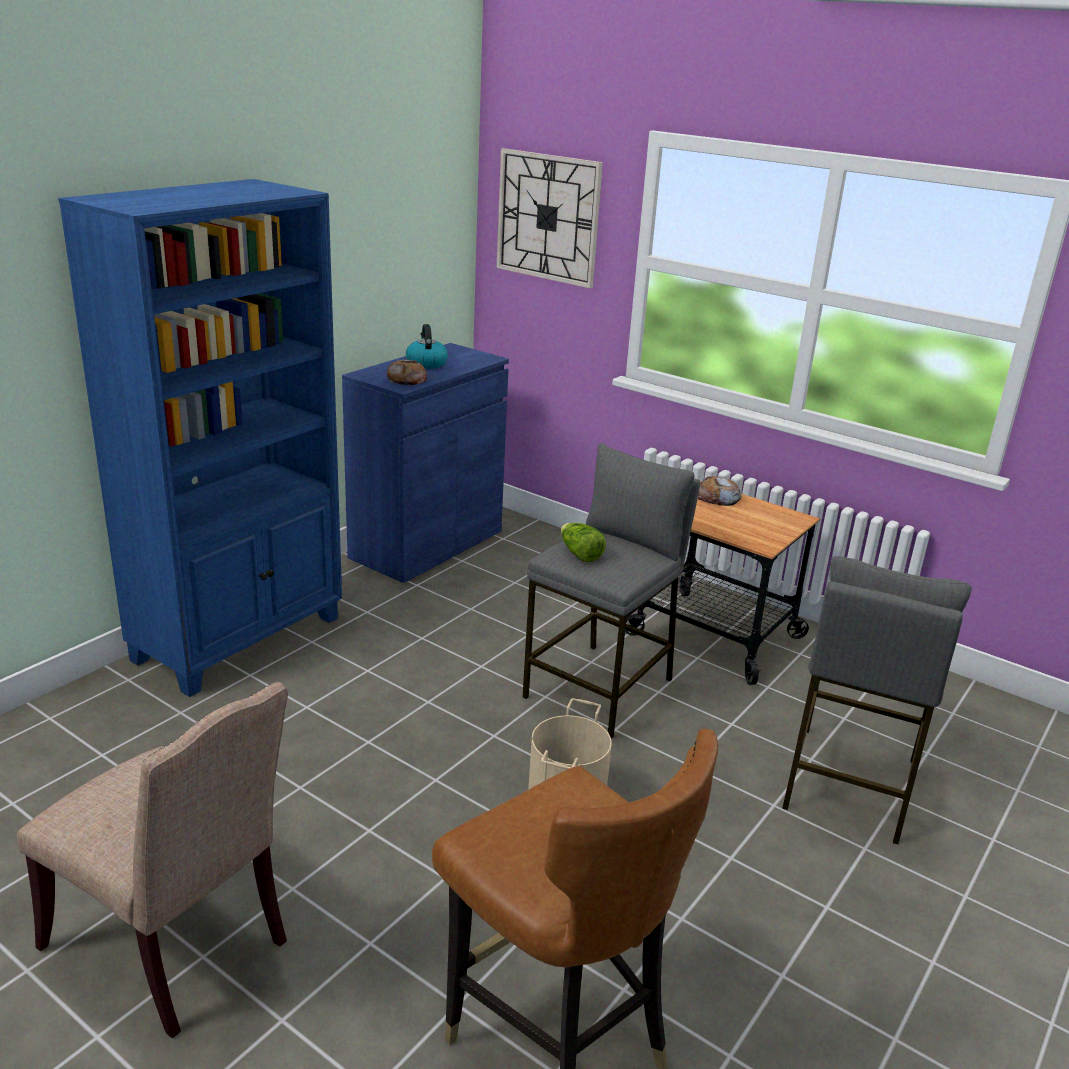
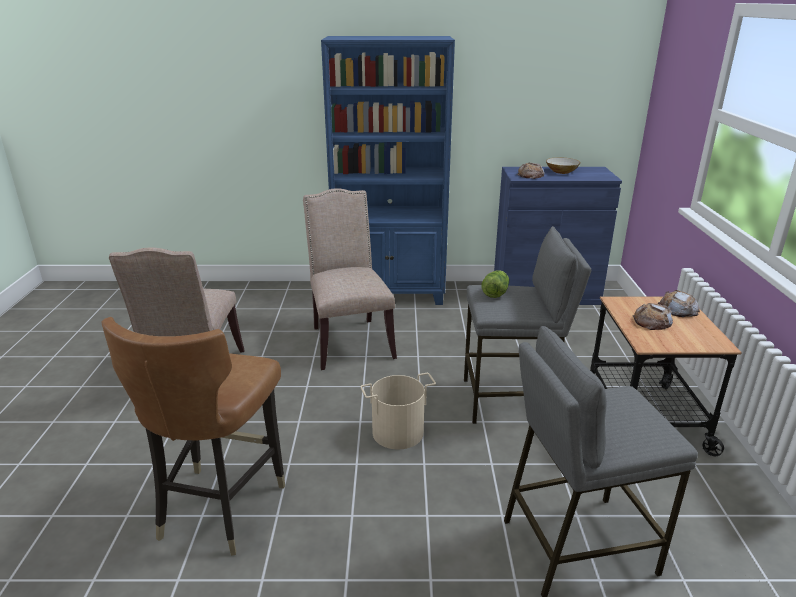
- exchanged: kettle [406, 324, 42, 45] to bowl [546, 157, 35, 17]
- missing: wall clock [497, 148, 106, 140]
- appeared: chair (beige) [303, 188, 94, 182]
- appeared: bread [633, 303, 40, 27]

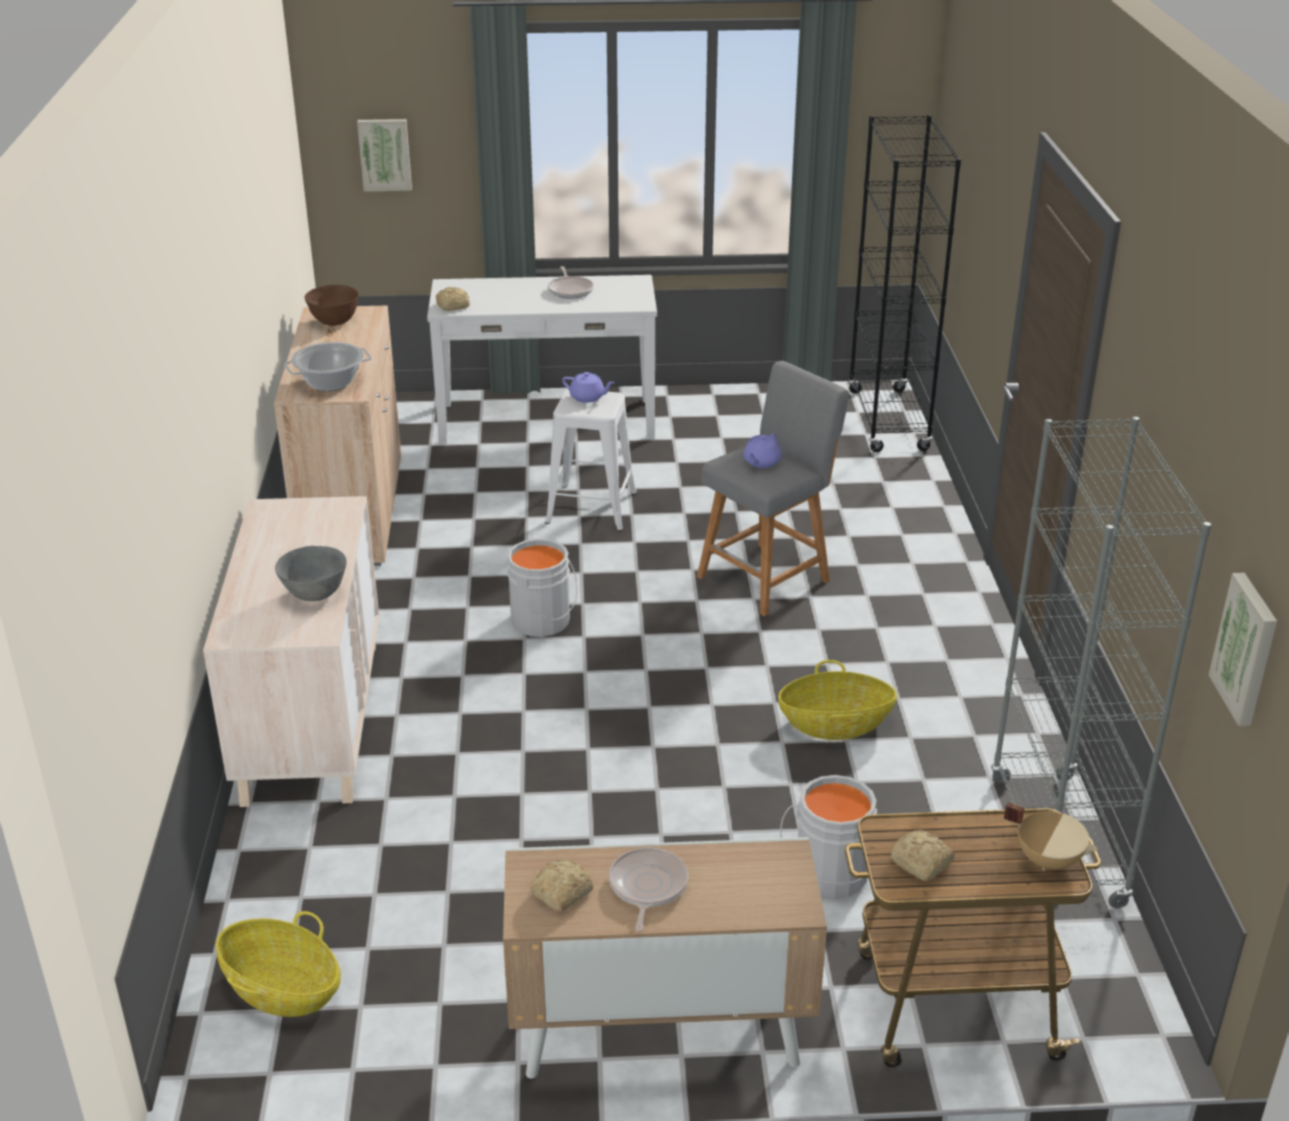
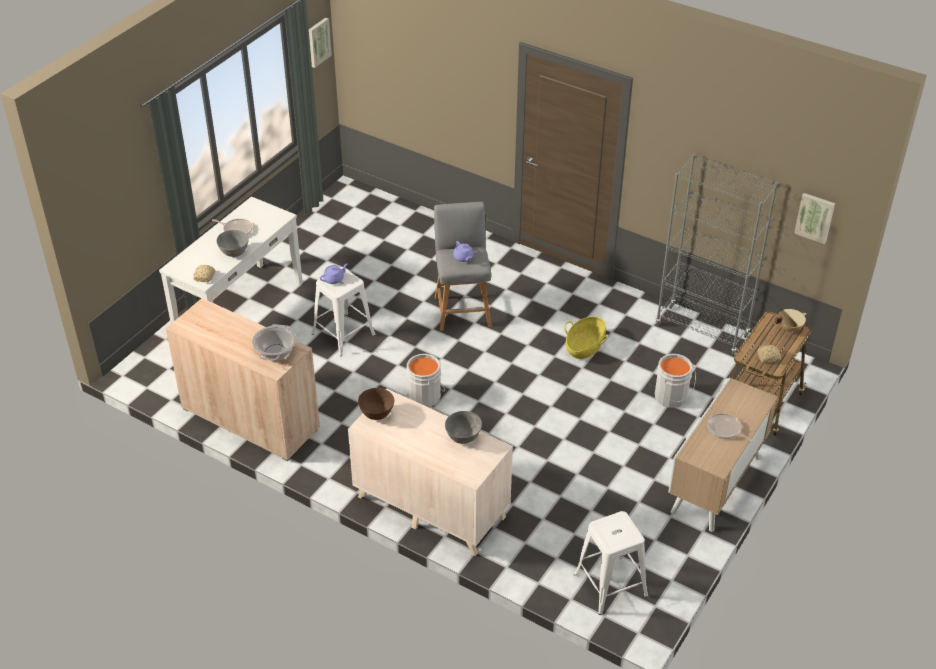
- exchanged: basket [216, 911, 125, 106] to stool (white) [574, 511, 74, 104]
- relocated: bowl (brown) [305, 285, 54, 41] to [358, 388, 36, 32]
- relocated: picture [357, 119, 55, 73] to [309, 18, 23, 50]
- missing: bread [530, 859, 63, 53]
- missing: bookcase (black) [848, 115, 113, 337]
- appeared: bowl (grey) [216, 230, 33, 27]

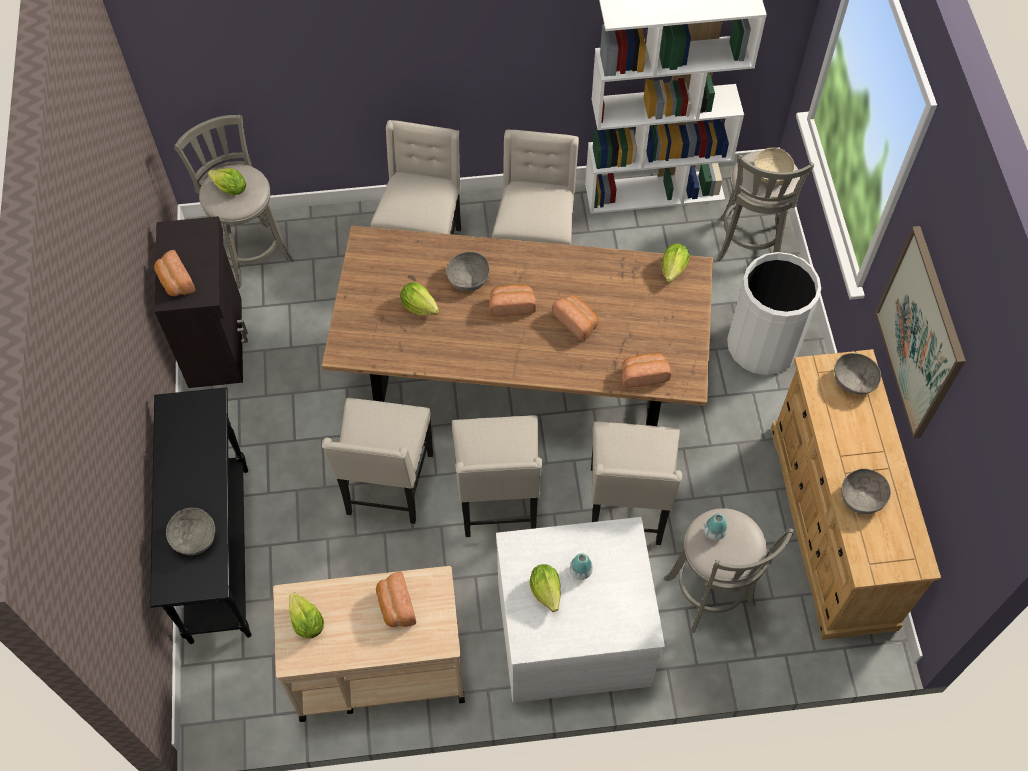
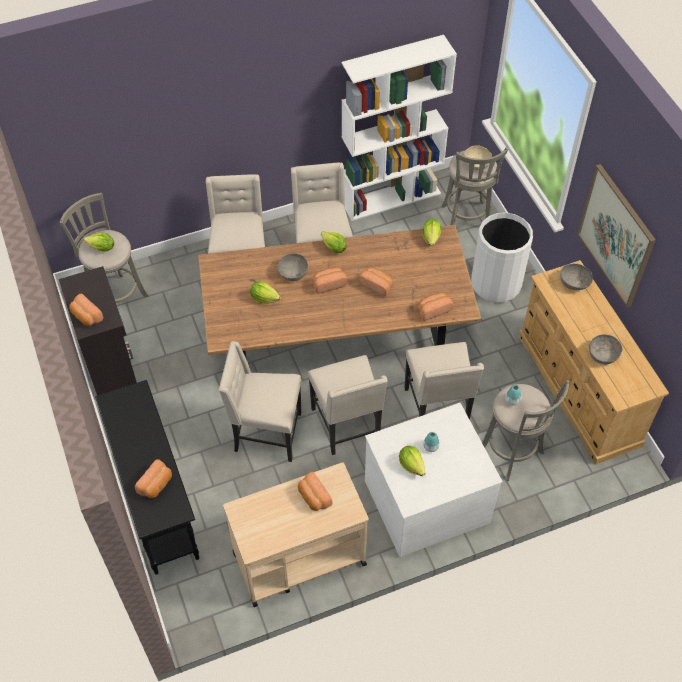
- exchanged: bowl (grey) [166, 508, 49, 47] to bread [135, 459, 37, 39]
- relocated: lettuce [289, 592, 35, 46] to [321, 232, 26, 21]
- spun: chair (beige) [322, 398, 111, 126] = [219, 341, 82, 121] 105 degrees clockwise

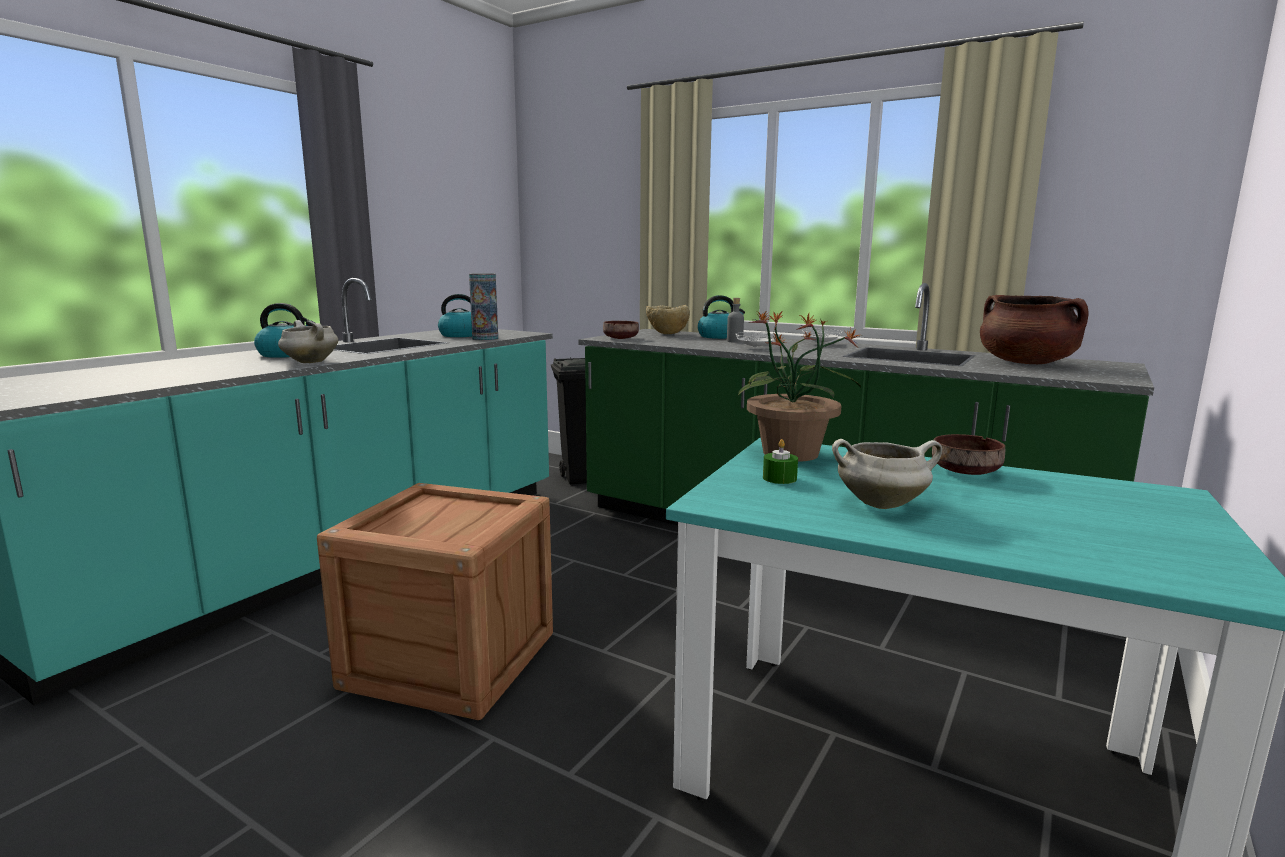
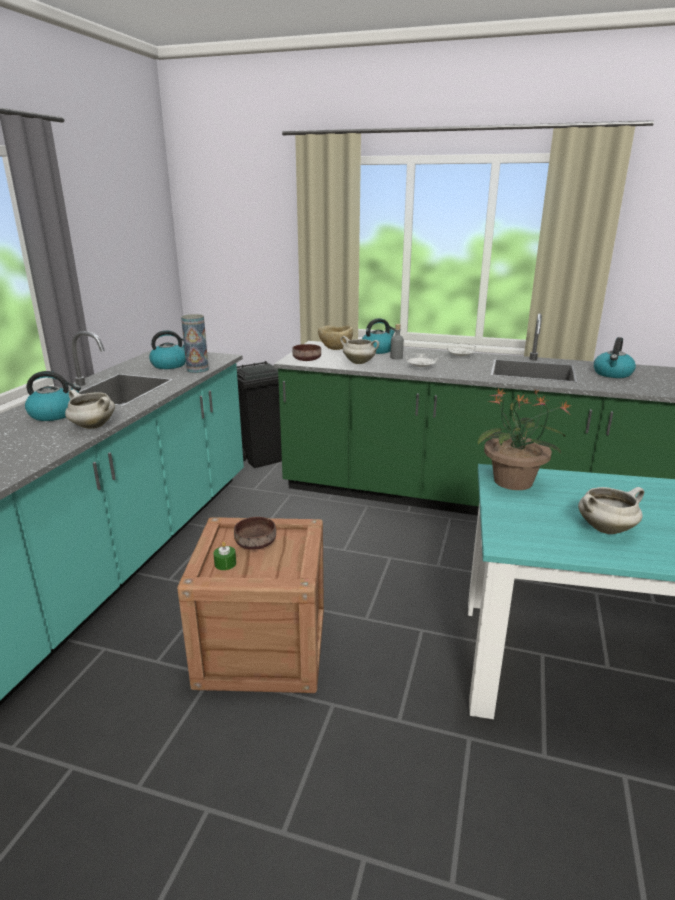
- relocated: candle (green) [763, 439, 35, 45] to [213, 542, 23, 28]
- relocated: bowl (brown) [932, 434, 73, 41] to [234, 517, 42, 33]
- exchanged: cooking pot (brown) [980, 295, 108, 69] to kettle [594, 337, 42, 41]
- appeared: cooking pot (white) [340, 336, 39, 28]

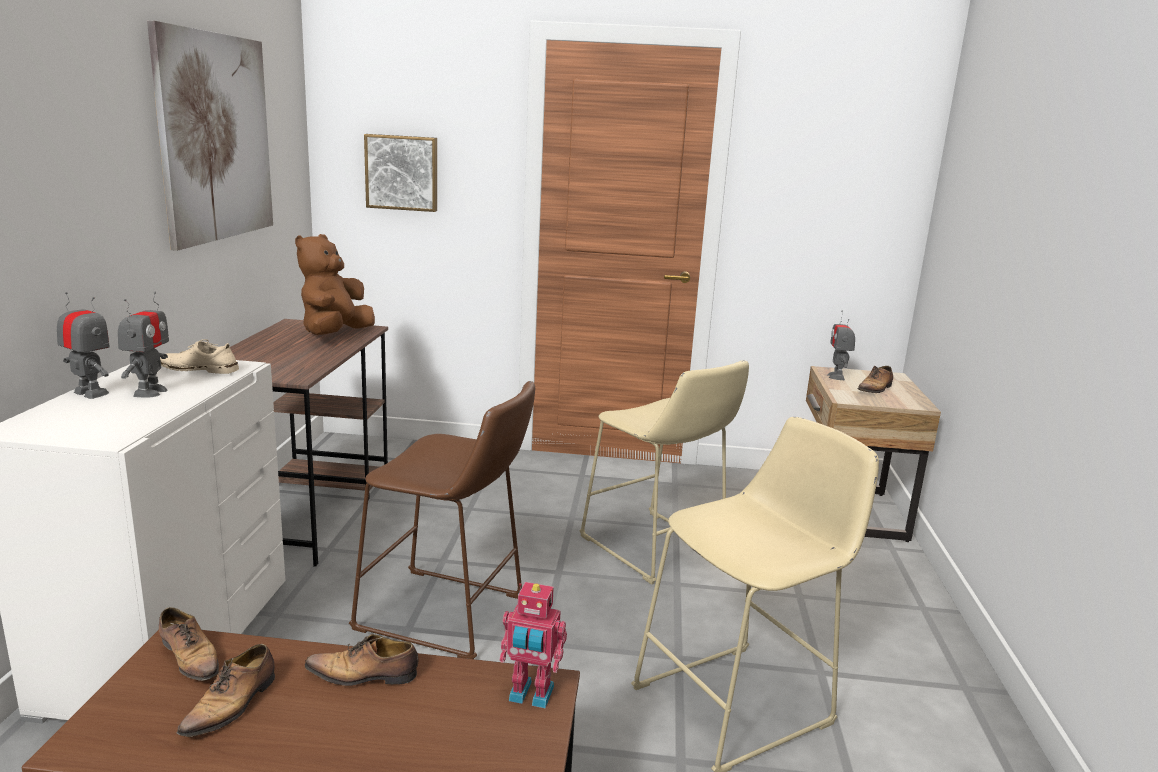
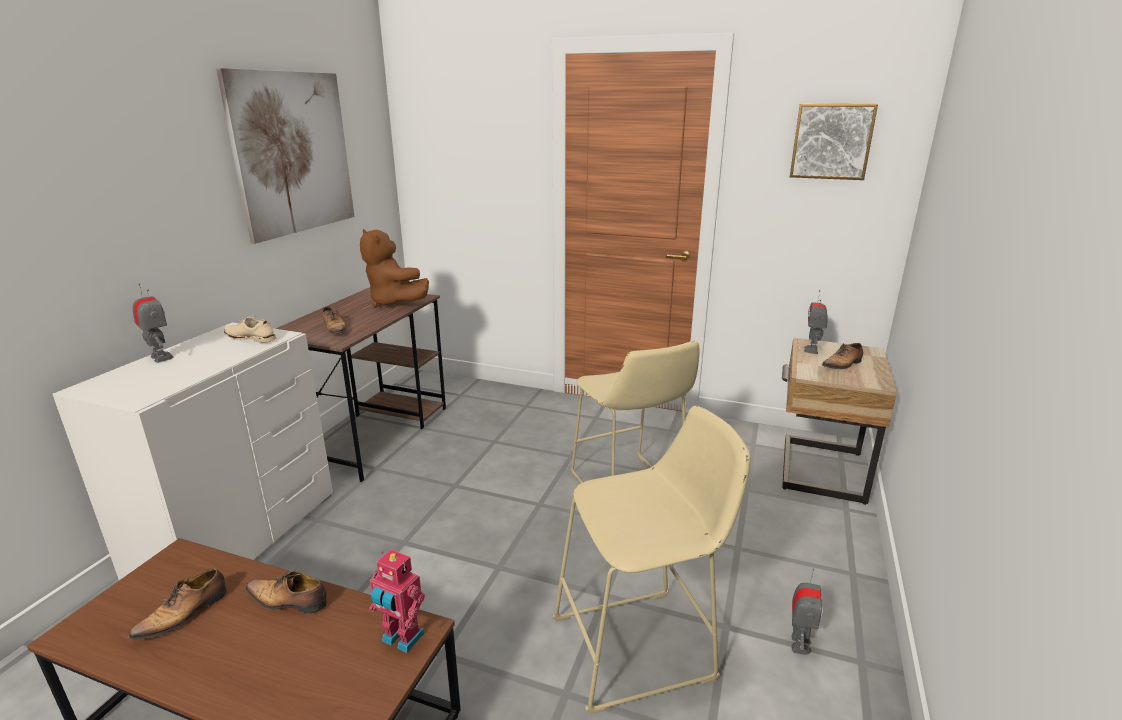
- relocated: toy robot [118, 292, 51, 106] to [792, 568, 31, 87]
- relocated: shoe [159, 607, 60, 74] to [322, 307, 24, 27]
- spun: plush toy (brown) [295, 234, 80, 101] = [360, 229, 69, 79] 75 degrees counterclockwise
- missing: stool (brown) [349, 381, 186, 278]
- relocated: picture [364, 134, 73, 78] to [790, 104, 88, 76]

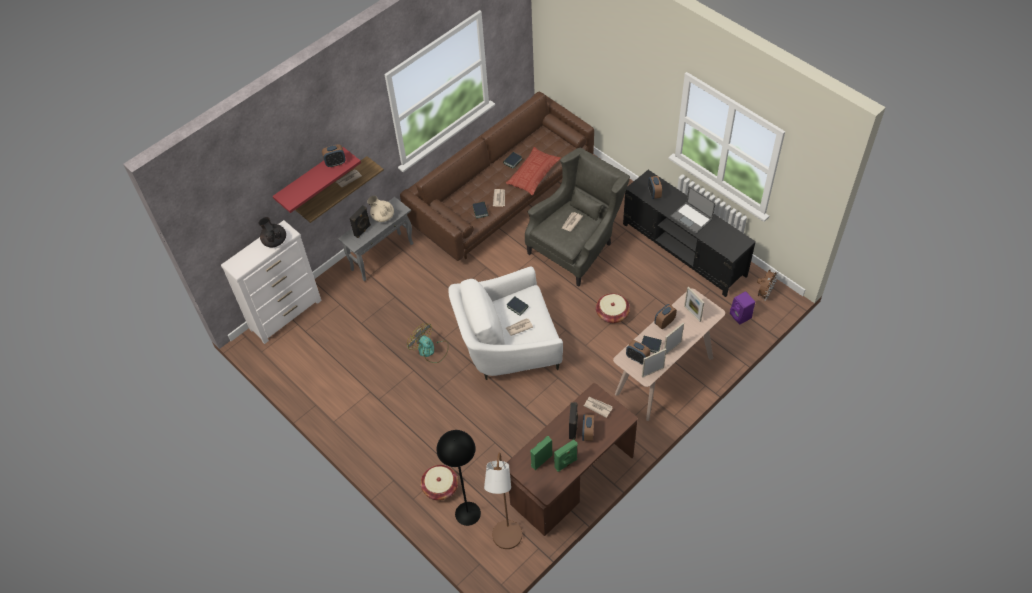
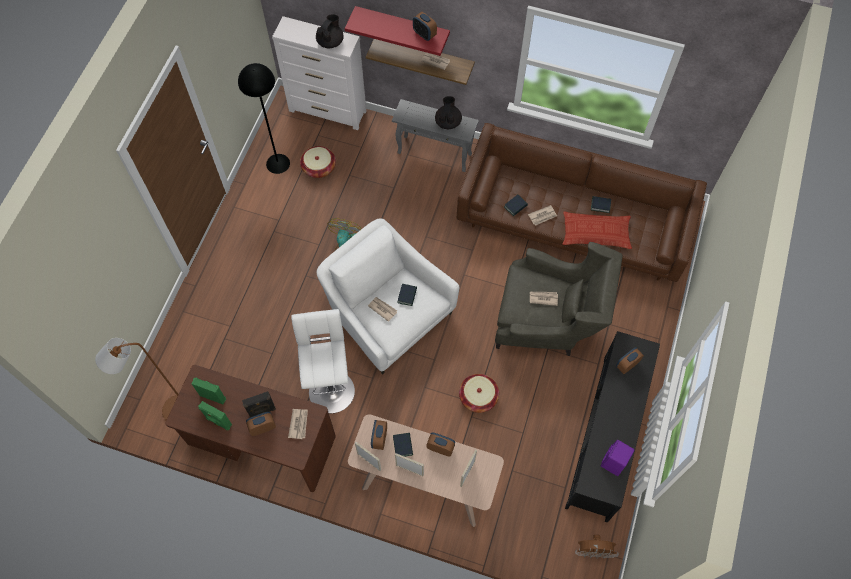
- missing: speaker (black) [350, 205, 21, 33]
- colour: teapot (beige) [367, 196, 27, 26] to teapot (black) [435, 96, 27, 33]
- relocated: basket [421, 465, 37, 36] to [300, 146, 36, 32]
- relocated: floor lamp (black) [437, 430, 44, 96] to [238, 63, 52, 111]
- missing: laptop [670, 186, 46, 48]
- relocated: speaker (purple) [730, 291, 25, 33] to [601, 440, 33, 36]
- appeared: stool (white) [291, 309, 64, 104]

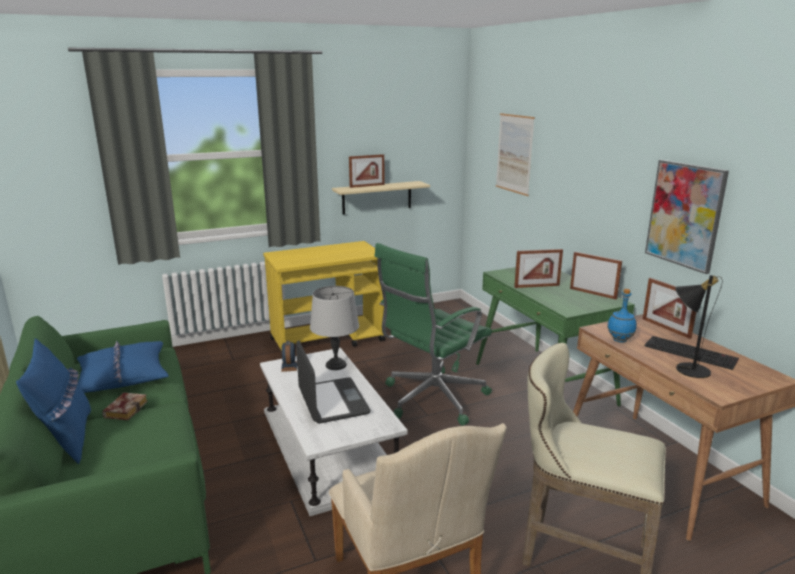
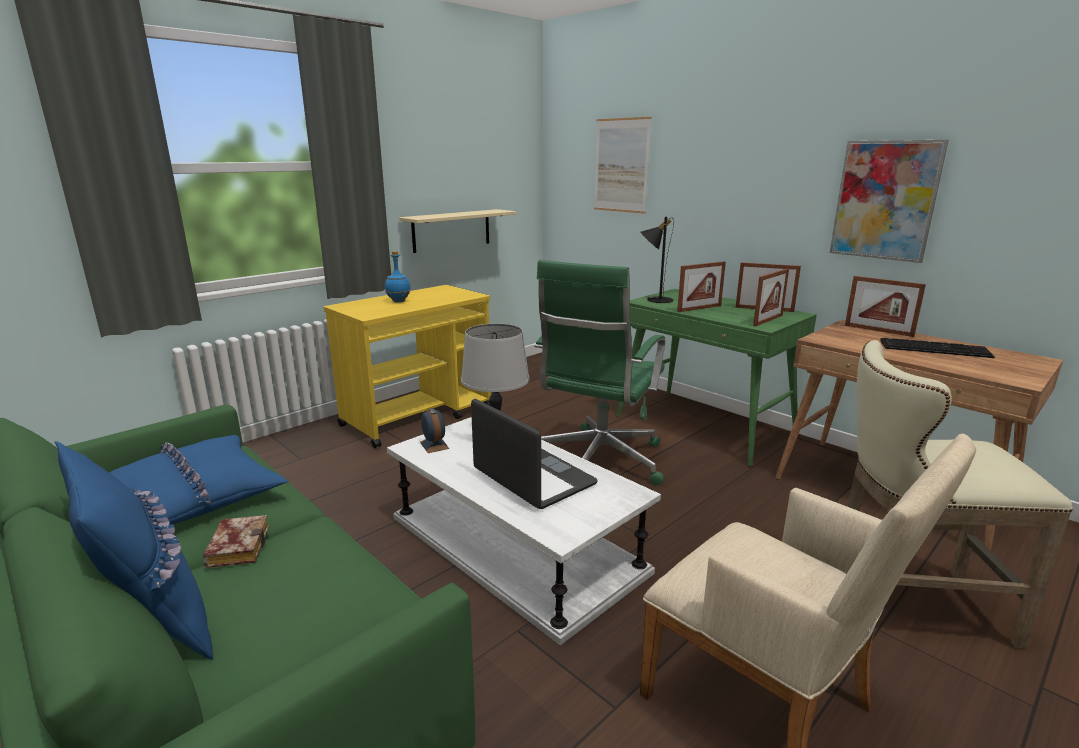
- relocated: picture frame [349, 154, 36, 34] to [753, 269, 36, 58]
- relocated: bottle (blue) [607, 289, 30, 54] to [385, 251, 26, 52]
- relocated: table lamp (black) [675, 275, 48, 103] to [640, 217, 34, 86]

